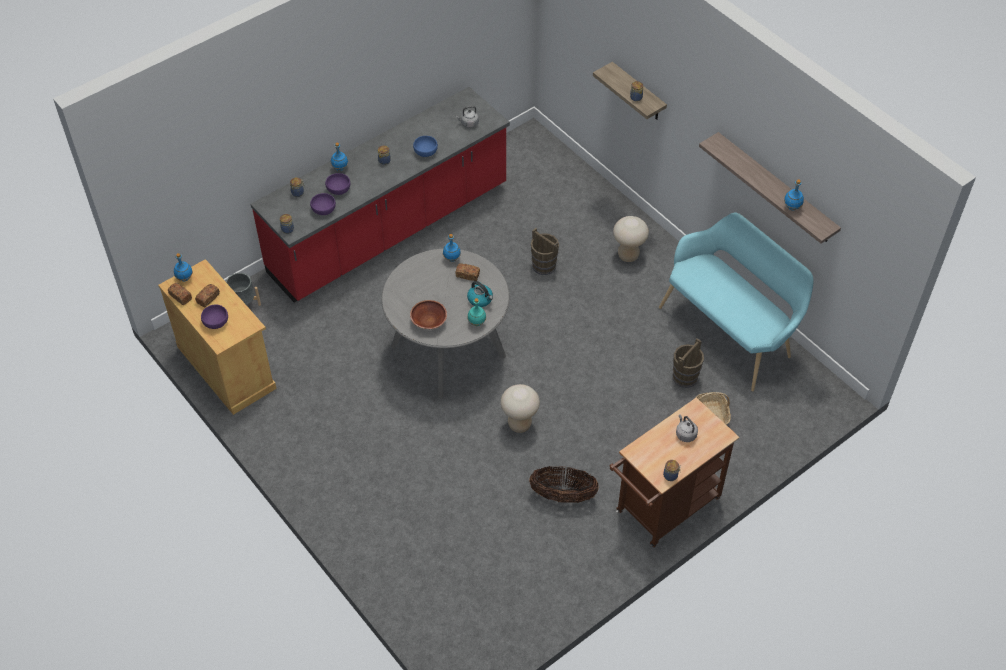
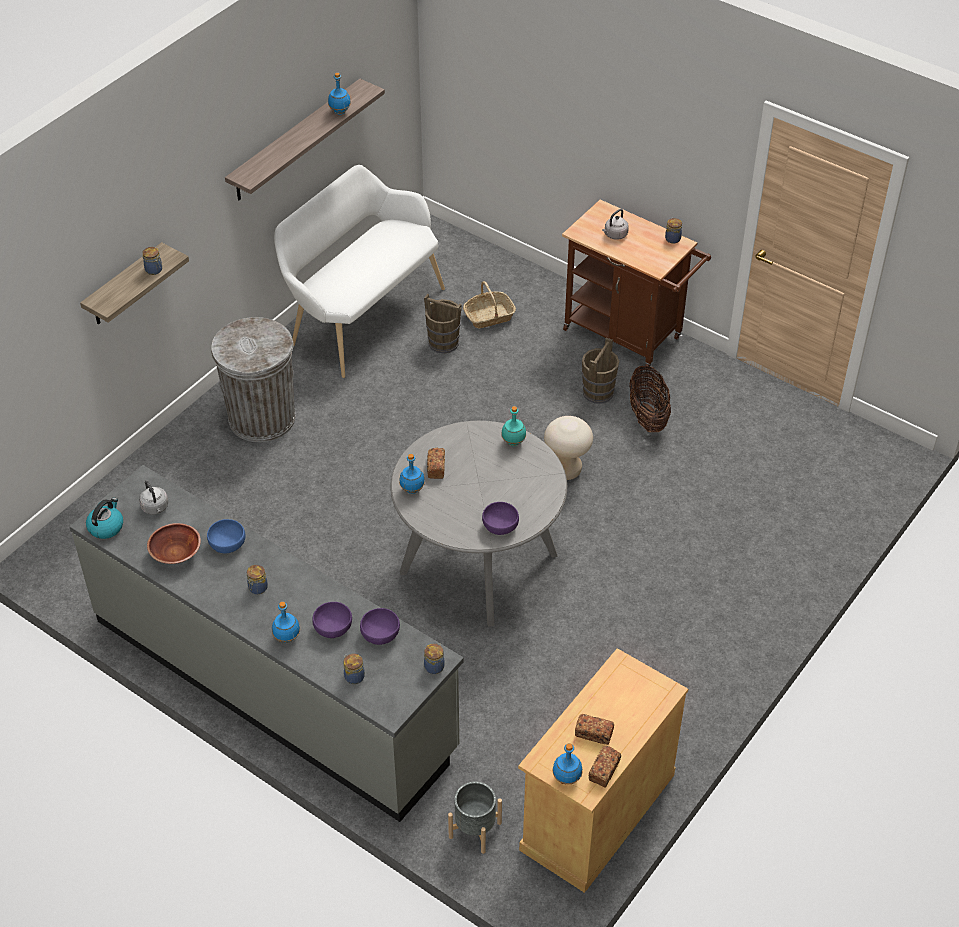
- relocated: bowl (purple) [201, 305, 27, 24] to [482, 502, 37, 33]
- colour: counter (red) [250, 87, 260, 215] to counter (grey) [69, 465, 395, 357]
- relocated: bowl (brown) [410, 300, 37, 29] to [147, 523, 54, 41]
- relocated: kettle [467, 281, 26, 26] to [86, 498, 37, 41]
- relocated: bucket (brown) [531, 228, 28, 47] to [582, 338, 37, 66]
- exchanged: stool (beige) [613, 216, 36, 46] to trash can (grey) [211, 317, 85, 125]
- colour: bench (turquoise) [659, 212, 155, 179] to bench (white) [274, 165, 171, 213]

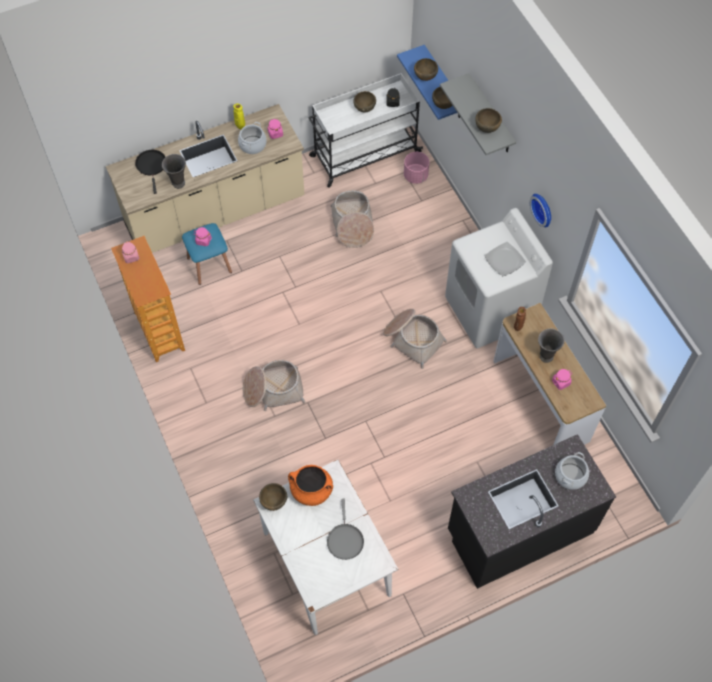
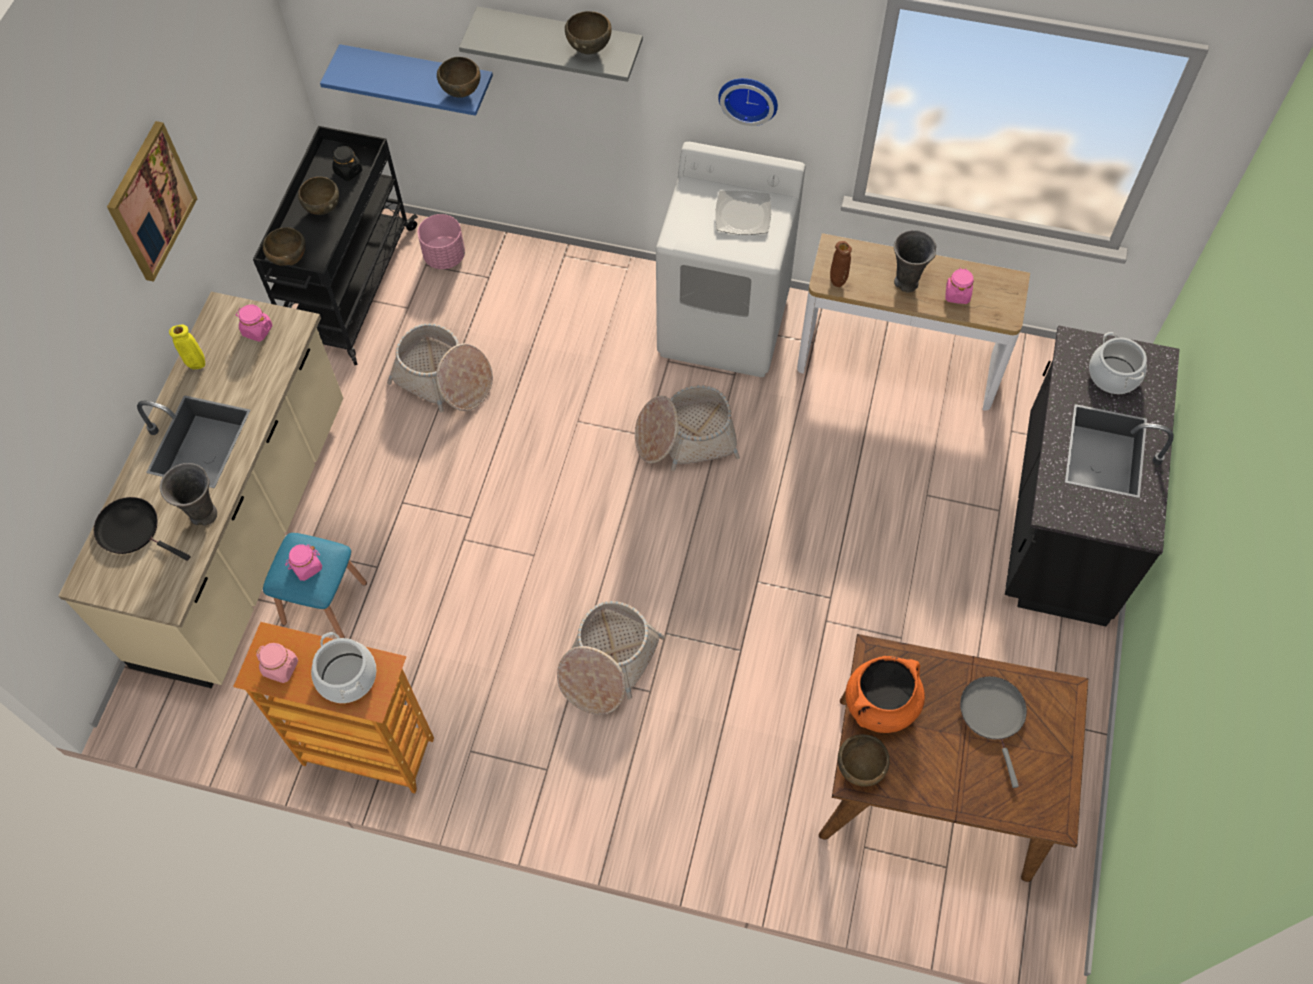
- relocated: cooking pot [238, 122, 29, 32] to [311, 632, 66, 71]
- colour: dining table (white) [253, 459, 145, 176] to dining table (brown) [819, 634, 269, 248]
- colour: cart (white) [308, 73, 115, 115] to cart (black) [253, 126, 165, 239]
- spun: frying pan (grey) [327, 499, 37, 61] = [960, 676, 67, 112] 135 degrees counterclockwise
- relocated: bowl (brown) [414, 58, 24, 23] to [263, 227, 43, 39]
- appeared: picture [107, 121, 90, 161]

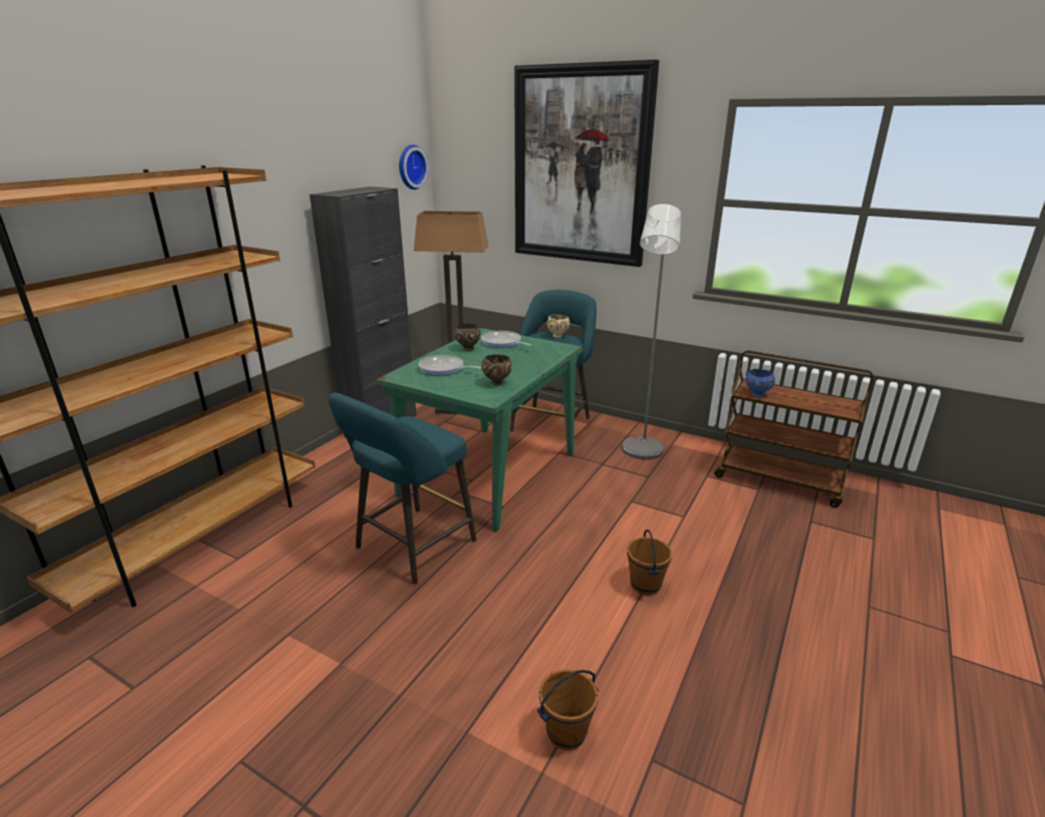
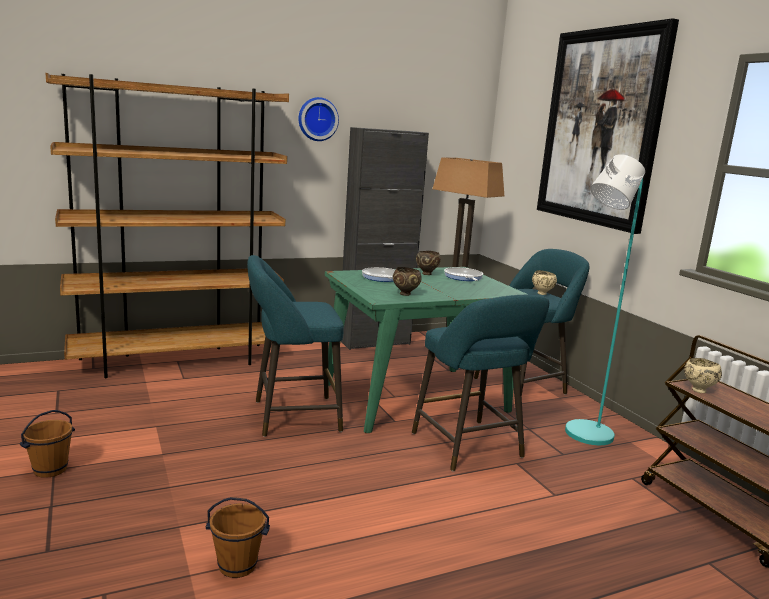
- relocated: wall clock [399, 145, 29, 45] to [298, 97, 41, 44]
- colour: floor lamp (grey) [622, 204, 59, 256] to floor lamp (turquoise) [565, 154, 80, 291]
- relocated: bucket (brown) [627, 530, 45, 65] to [20, 410, 55, 68]
- colour: bowl (blue) [746, 369, 29, 28] to bowl (beige) [684, 358, 38, 35]
- appeared: stool (turquoise) [412, 295, 137, 176]

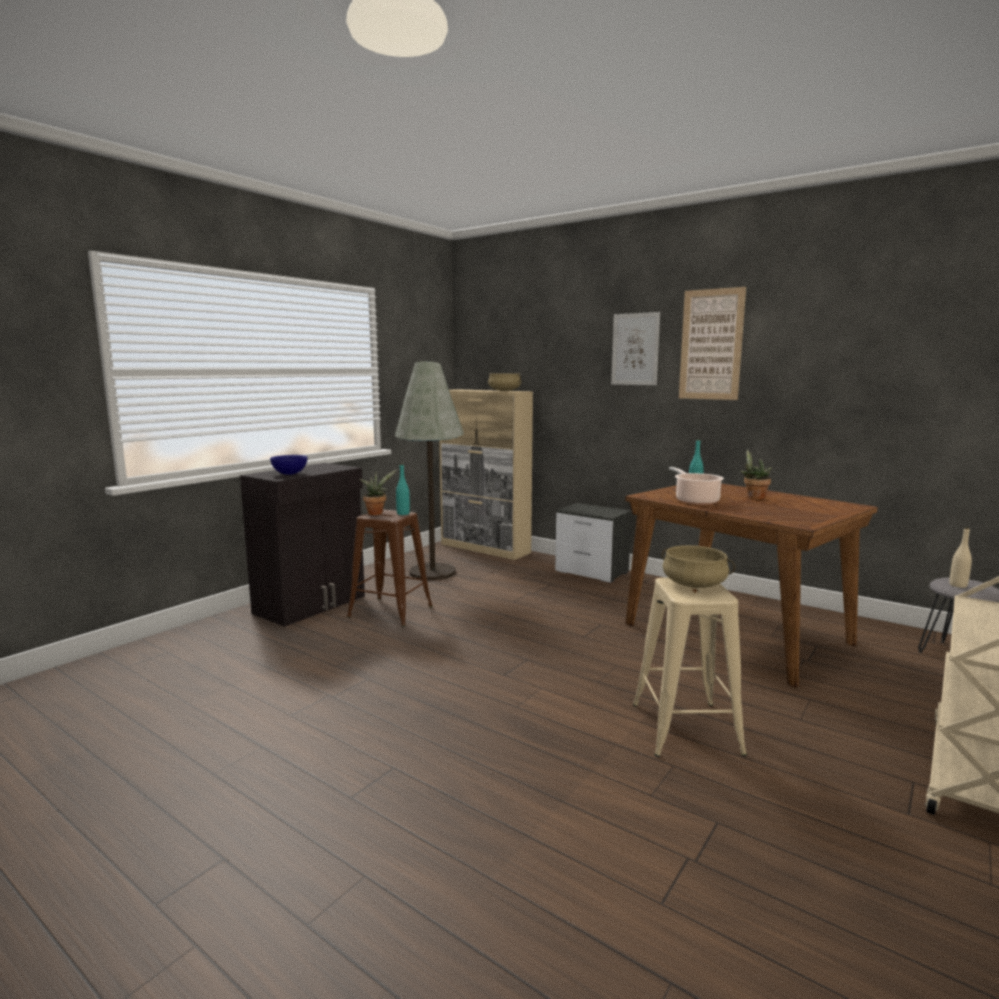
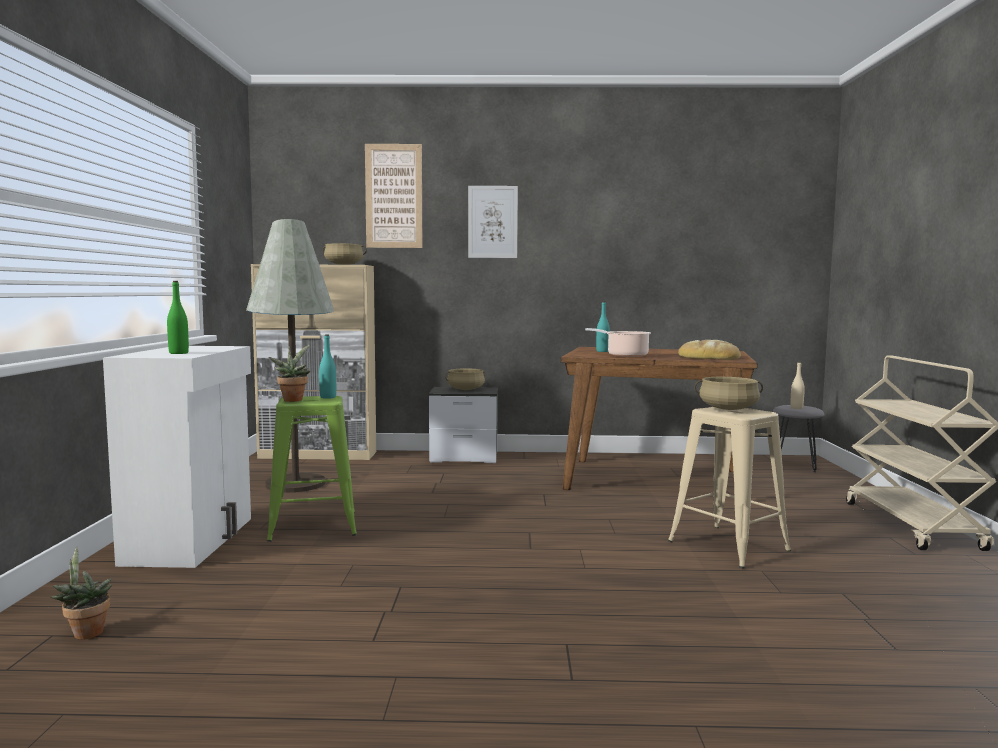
- colour: cabinet (black) [240, 463, 125, 164] to cabinet (white) [103, 346, 148, 222]
- exchanged: bowl (blue) [270, 455, 38, 20] to bottle (green) [167, 281, 22, 73]
- colour: stool (brown) [347, 509, 86, 118] to stool (green) [267, 396, 90, 146]
- relocated: picture [679, 287, 67, 113] to [365, 144, 57, 104]
- relocated: potted plant [741, 449, 31, 51] to [50, 547, 62, 93]
- appeared: cooking pot (beige) [445, 369, 40, 21]
- appeared: bread [678, 340, 63, 20]

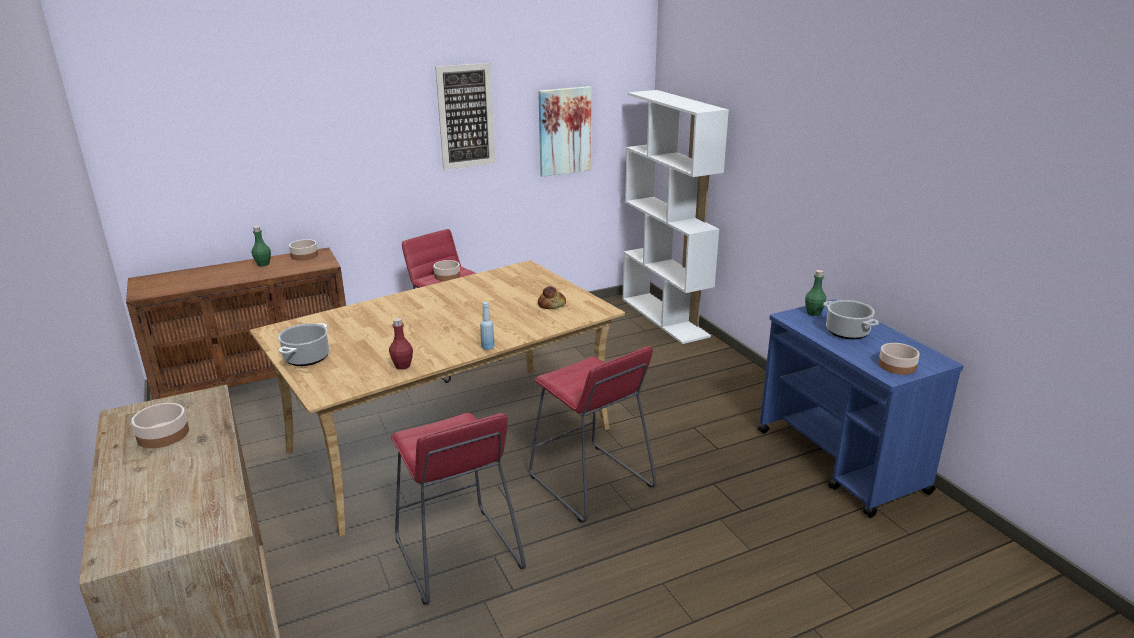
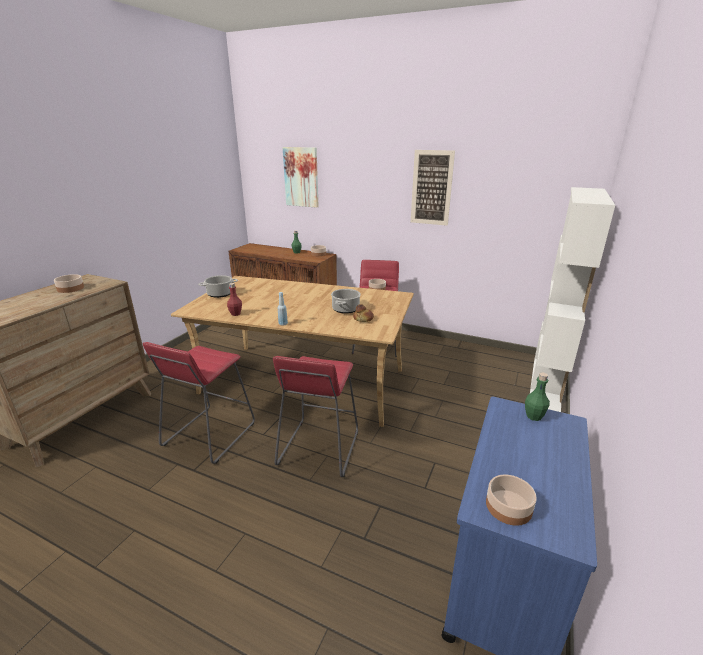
- relocated: picture [538, 86, 53, 91] to [283, 147, 36, 61]
- relocated: cooking pot [823, 300, 56, 39] to [331, 289, 30, 25]

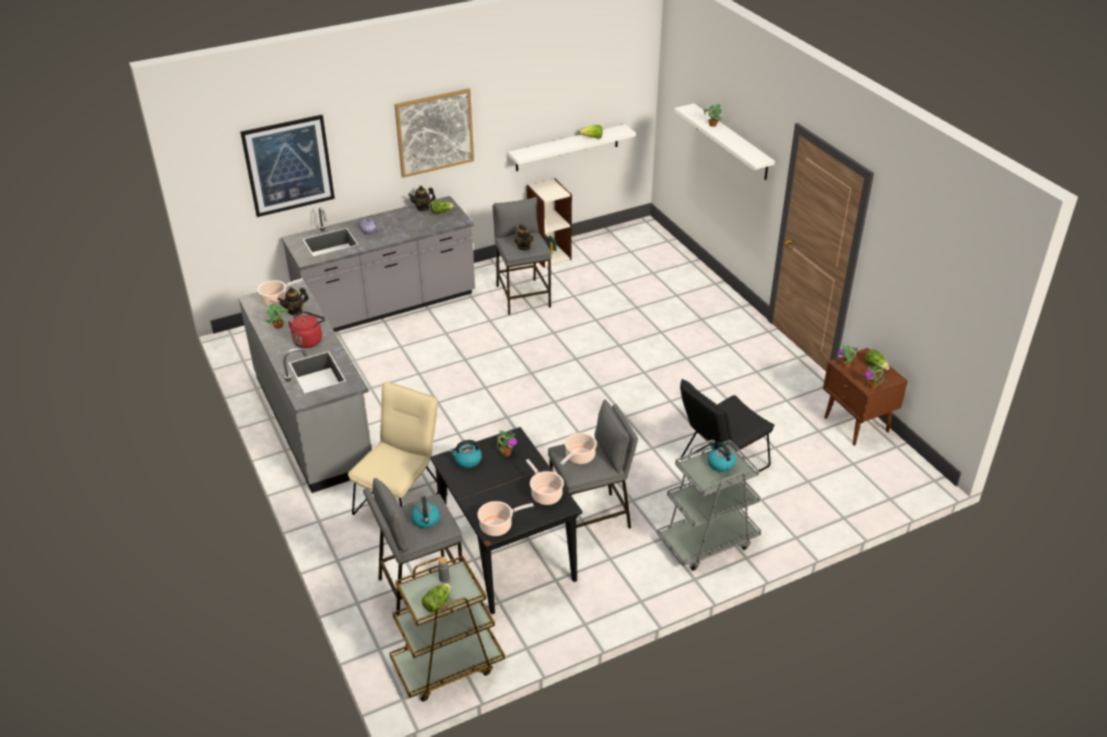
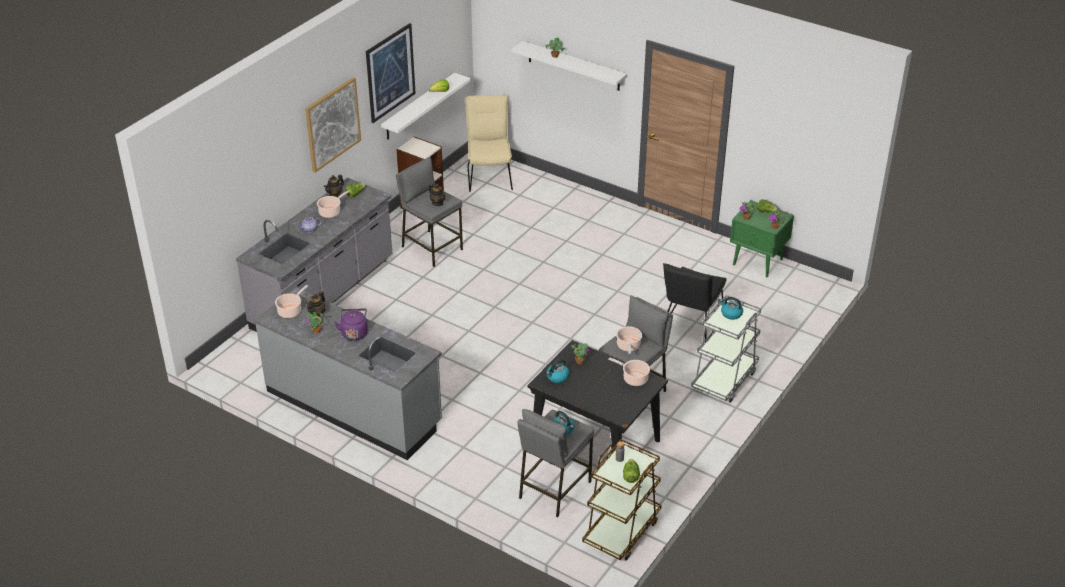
- relocated: picture [240, 115, 95, 102] to [366, 23, 50, 100]
- colour: kettle (red) [288, 311, 37, 37] to kettle (purple) [334, 309, 34, 32]
- relocated: chair (beige) [348, 382, 90, 133] to [465, 95, 48, 97]
- relocated: cooking pot [477, 501, 57, 35] to [317, 190, 33, 28]
- colour: nightstand (brown) [823, 348, 85, 97] to nightstand (green) [730, 200, 64, 77]

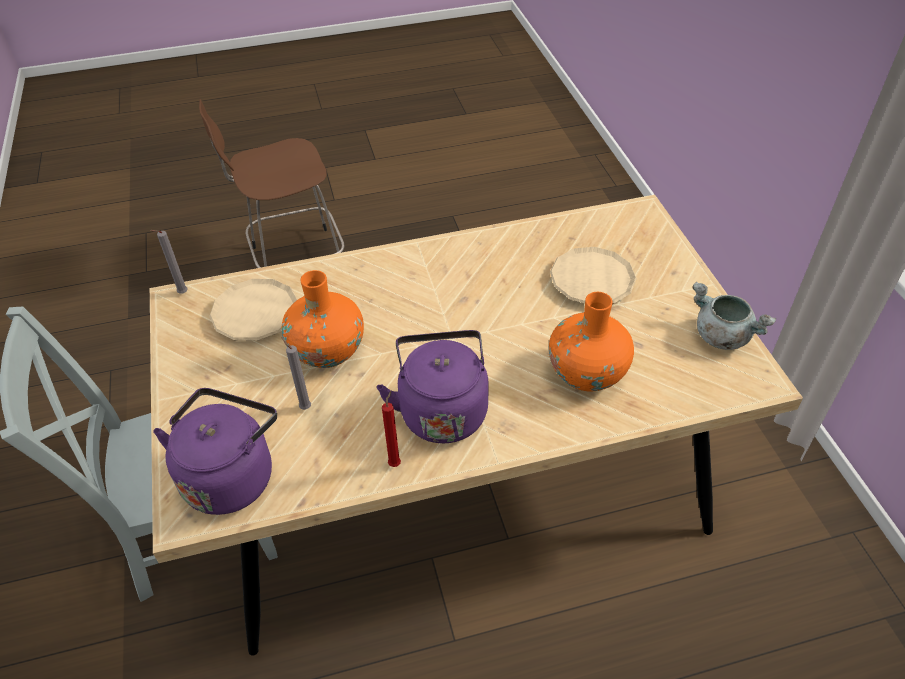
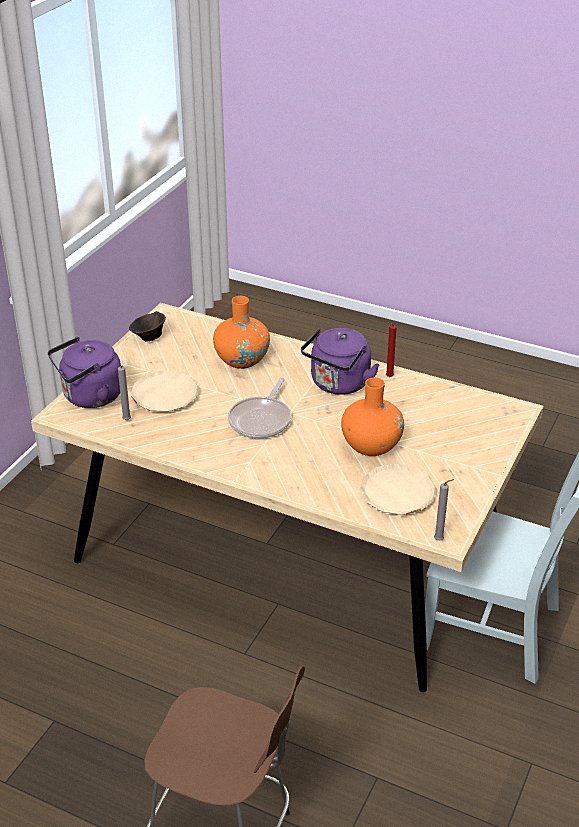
- relocated: kettle (purple) [153, 388, 124, 127] to [48, 337, 73, 71]
- relocated: candle (grey) [281, 337, 30, 73] to [118, 366, 13, 54]
- exchanged: cooking pot (grey) [692, 282, 84, 68] to bowl (brown) [129, 311, 37, 30]
- appeared: frying pan [228, 378, 63, 60]

